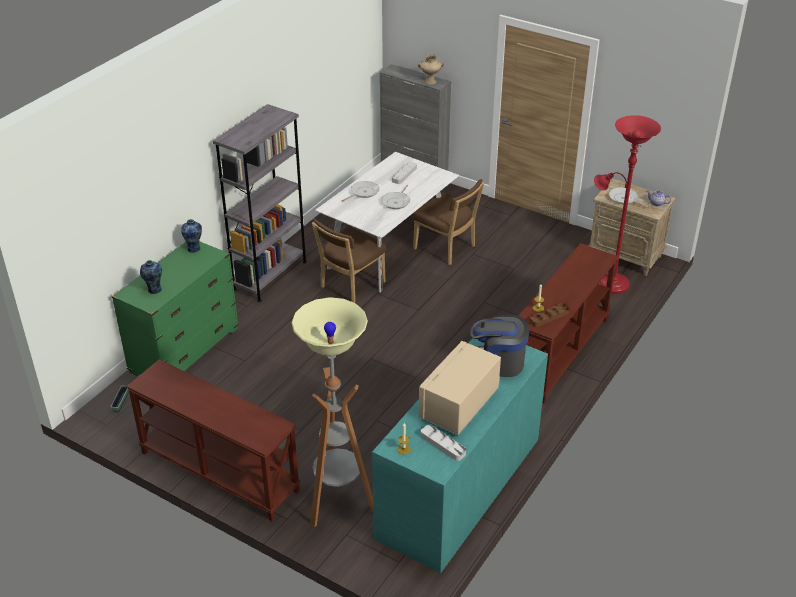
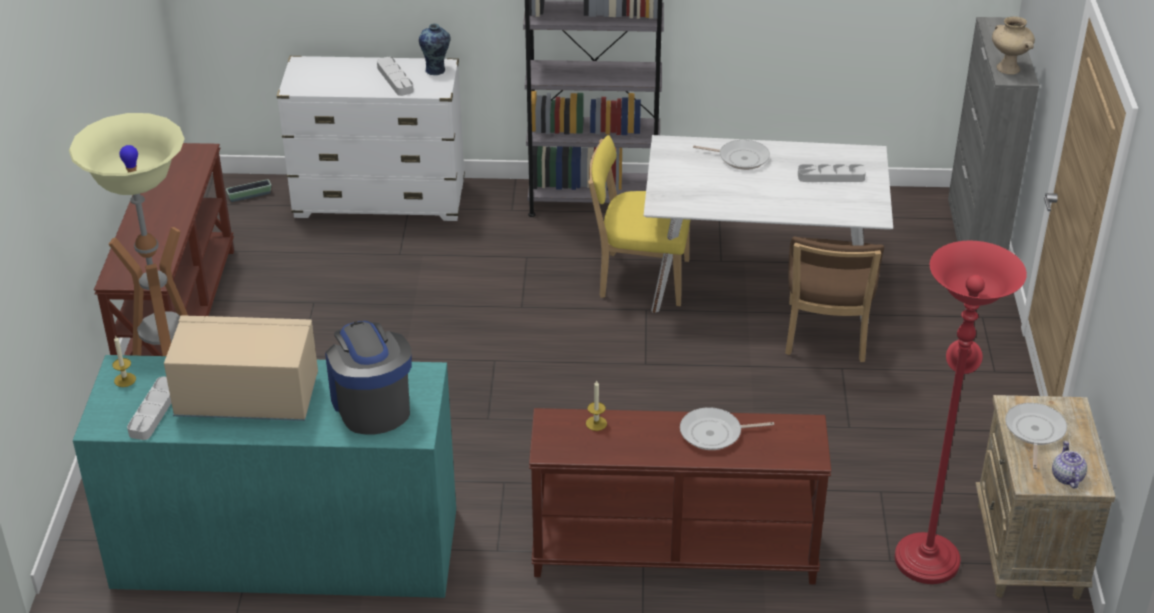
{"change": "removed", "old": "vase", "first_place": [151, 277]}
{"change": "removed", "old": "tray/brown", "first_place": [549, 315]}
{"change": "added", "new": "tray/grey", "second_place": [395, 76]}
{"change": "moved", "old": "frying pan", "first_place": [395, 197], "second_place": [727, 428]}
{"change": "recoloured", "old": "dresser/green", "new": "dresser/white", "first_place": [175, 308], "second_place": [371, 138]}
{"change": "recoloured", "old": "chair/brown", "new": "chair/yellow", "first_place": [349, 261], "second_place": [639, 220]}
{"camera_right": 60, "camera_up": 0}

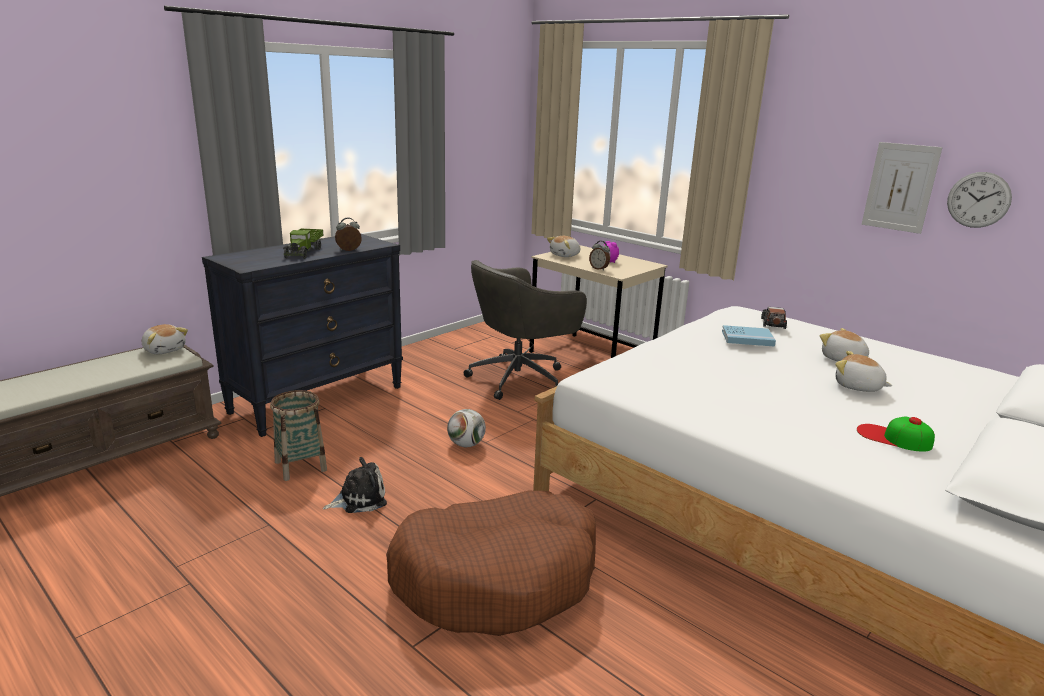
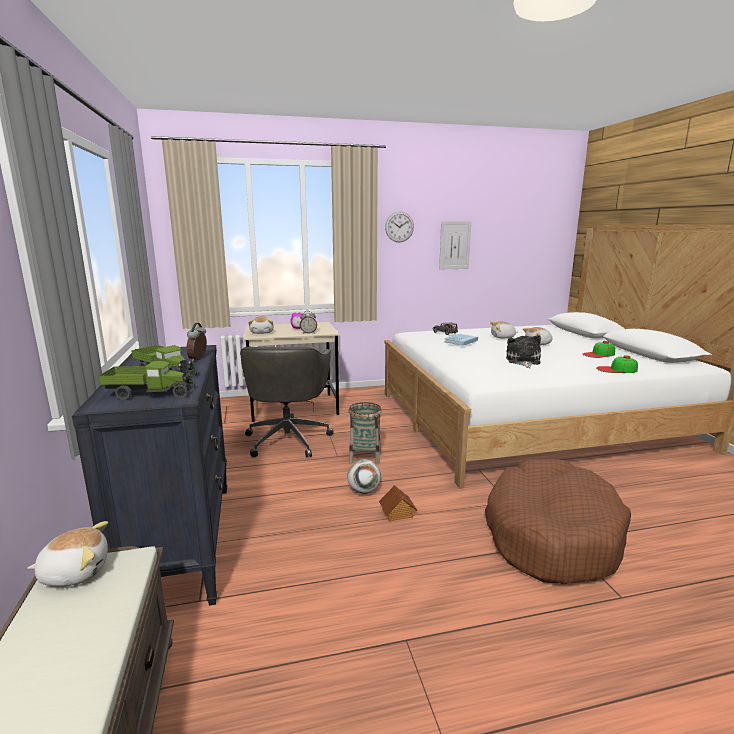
{"change": "added", "new": "toy truck", "second_place": [147, 380]}
{"change": "added", "new": "toy house", "second_place": [398, 503]}
{"change": "added", "new": "cap", "second_place": [617, 364]}
{"change": "moved", "old": "basket", "first_place": [298, 435], "second_place": [365, 433]}
{"change": "moved", "old": "plush toy", "first_place": [355, 485], "second_place": [523, 351]}
{"change": "moved", "old": "wall clock", "first_place": [979, 200], "second_place": [399, 227]}
{"camera_right": -55, "camera_up": -5}

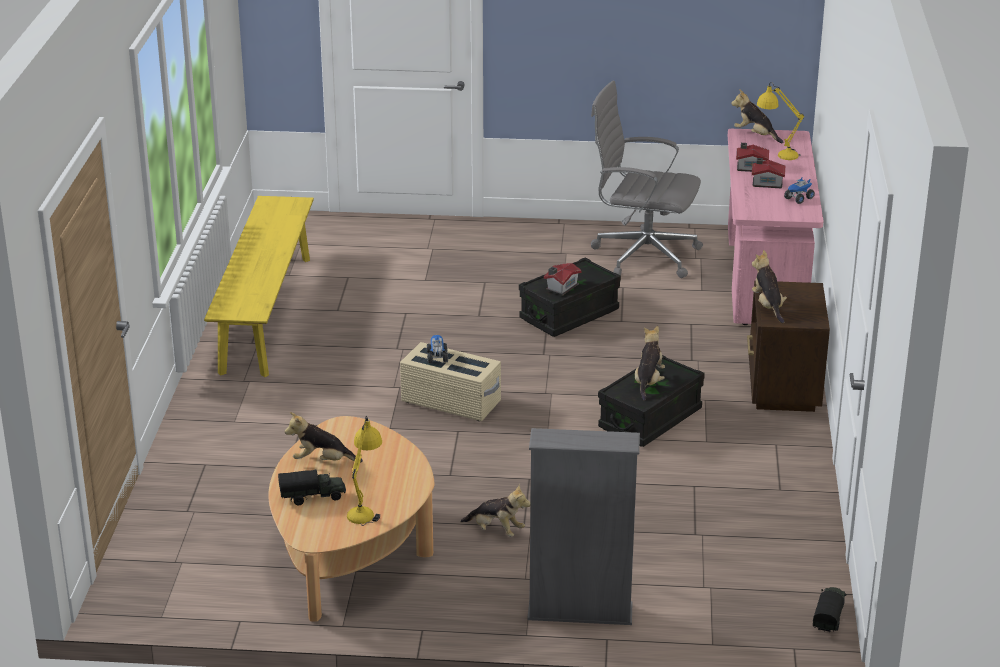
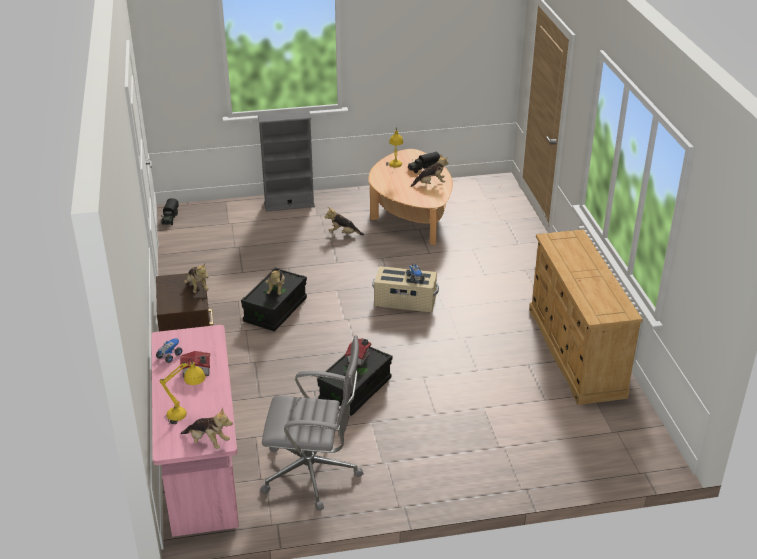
{"change": "removed", "old": "toy house", "first_place": [752, 157]}
{"change": "replaced", "old": "bench/yellow", "new": "dresser/beige", "first_place": [259, 286], "second_place": [586, 317]}
{"camera_right": 165, "camera_up": 5}

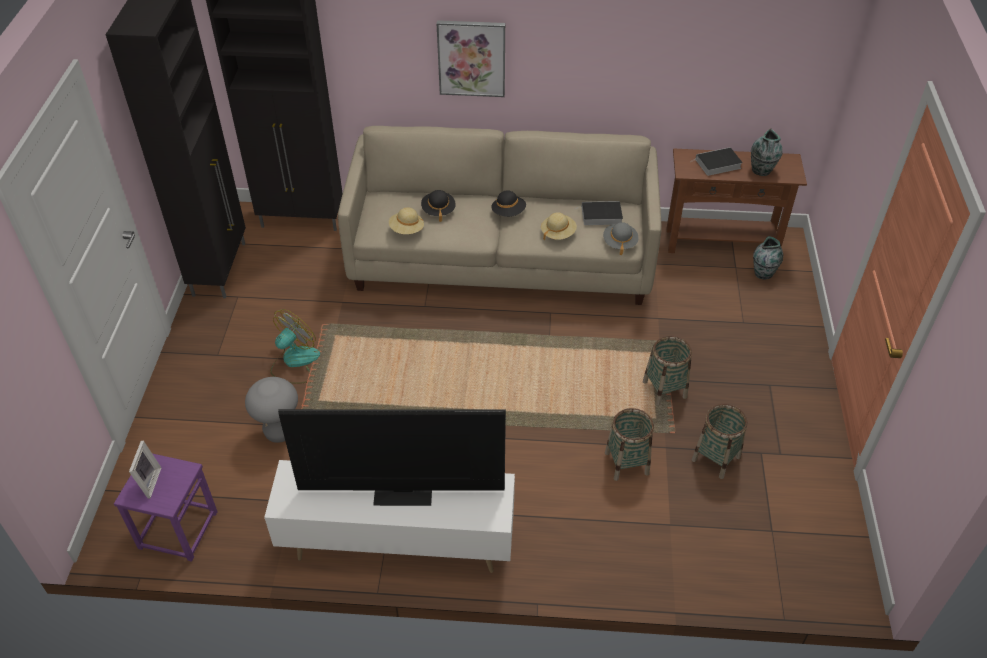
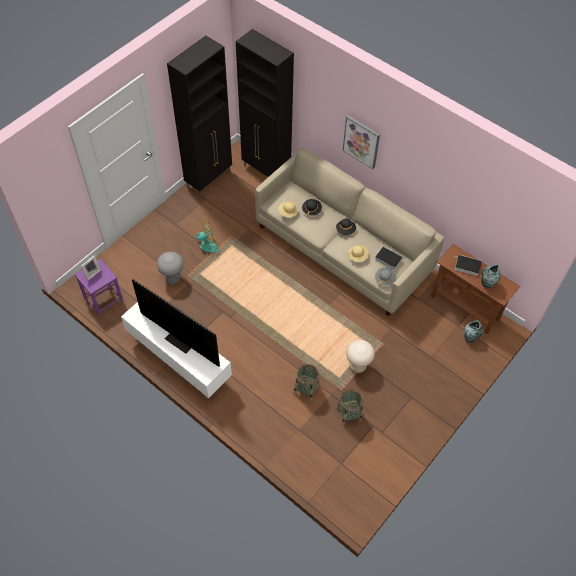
{"change": "replaced", "old": "basket", "new": "stool/beige", "first_place": [667, 371], "second_place": [360, 356]}
{"camera_right": 35, "camera_up": 10}

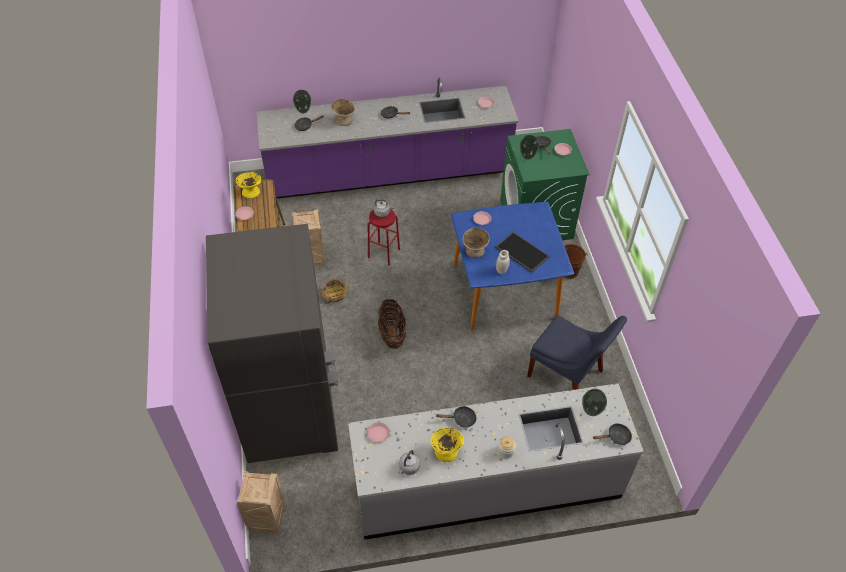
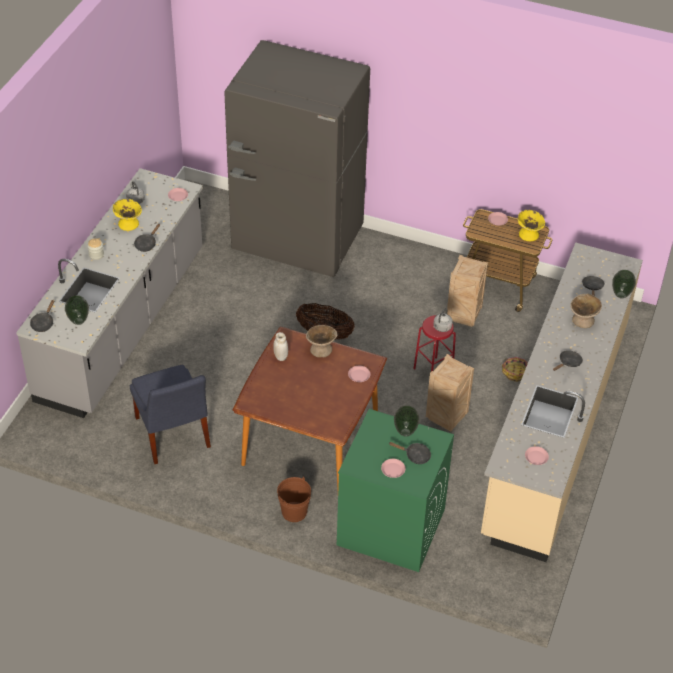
{"change": "removed", "old": "tray", "first_place": [522, 252]}
{"change": "moved", "old": "crate", "first_place": [261, 502], "second_place": [450, 393]}
{"change": "moved", "old": "basket", "first_place": [334, 291], "second_place": [515, 369]}
{"change": "recoloured", "old": "counter/purple", "new": "counter/beige", "first_place": [388, 138], "second_place": [562, 402]}
{"change": "recoloured", "old": "dining table/blue", "new": "dining table/brown", "first_place": [512, 266], "second_place": [310, 408]}
{"change": "turned", "old": "chair/blue", "first_place": [577, 352], "second_place": [170, 414], "degrees": -90}
{"camera_right": 120, "camera_up": -5}

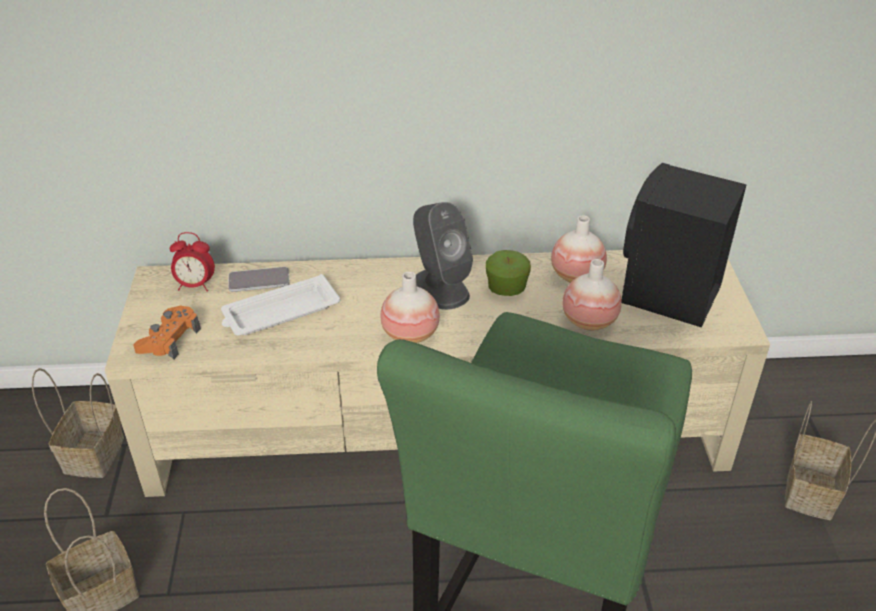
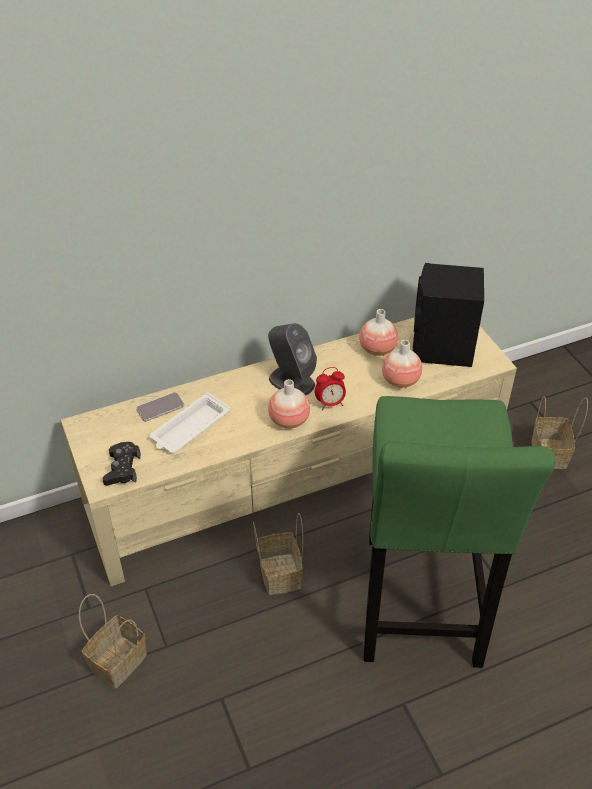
{"change": "removed", "old": "apple", "first_place": [508, 273]}
{"change": "moved", "old": "basket", "first_place": [78, 423], "second_place": [278, 554]}
{"change": "moved", "old": "alarm clock", "first_place": [192, 262], "second_place": [330, 388]}
{"change": "recoloured", "old": "game controller/orange", "new": "game controller/black", "first_place": [167, 332], "second_place": [122, 463]}
{"camera_right": -20, "camera_up": 5}

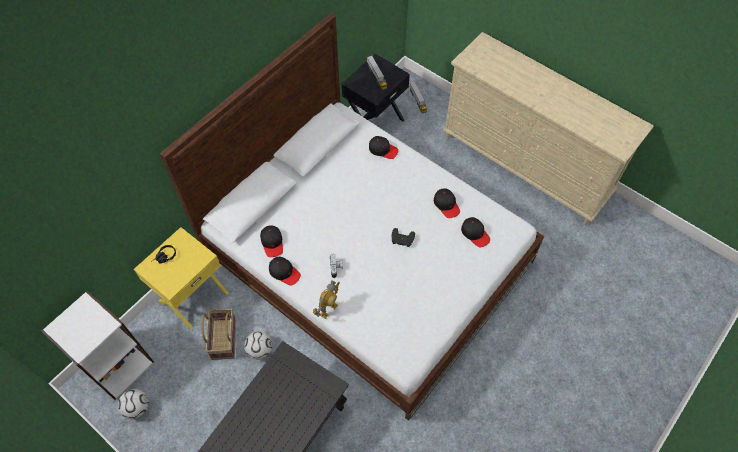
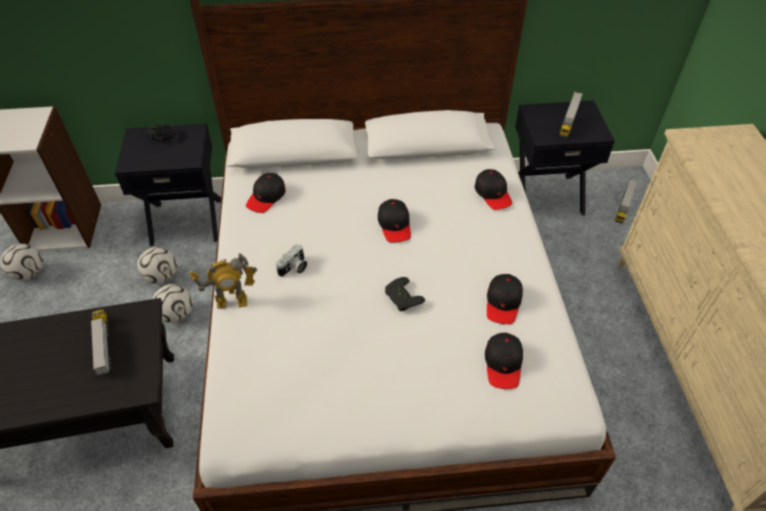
{"change": "added", "new": "toy truck", "second_place": [101, 342]}
{"change": "moved", "old": "cap/black", "first_place": [285, 271], "second_place": [394, 220]}
{"change": "replaced", "old": "basket", "new": "football", "first_place": [218, 334], "second_place": [157, 265]}
{"change": "recoloured", "old": "nightstand/yellow", "new": "nightstand/black", "first_place": [181, 278], "second_place": [168, 185]}
{"camera_right": 45, "camera_up": -10}

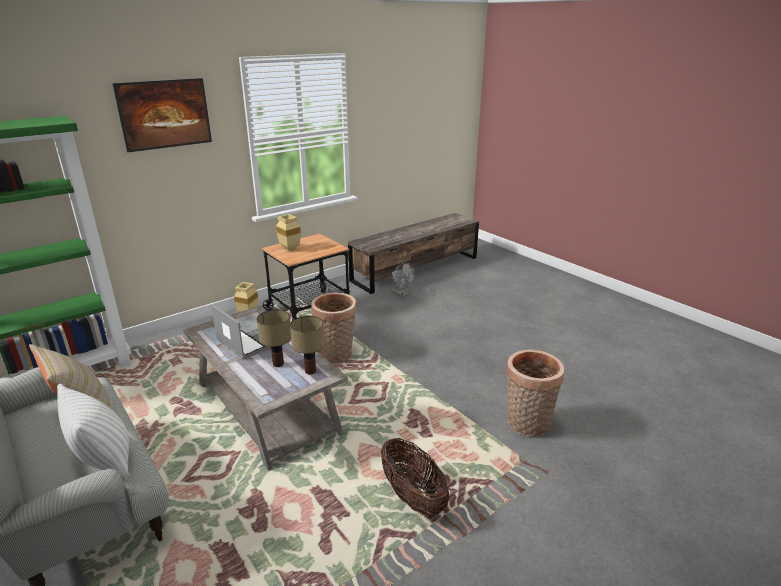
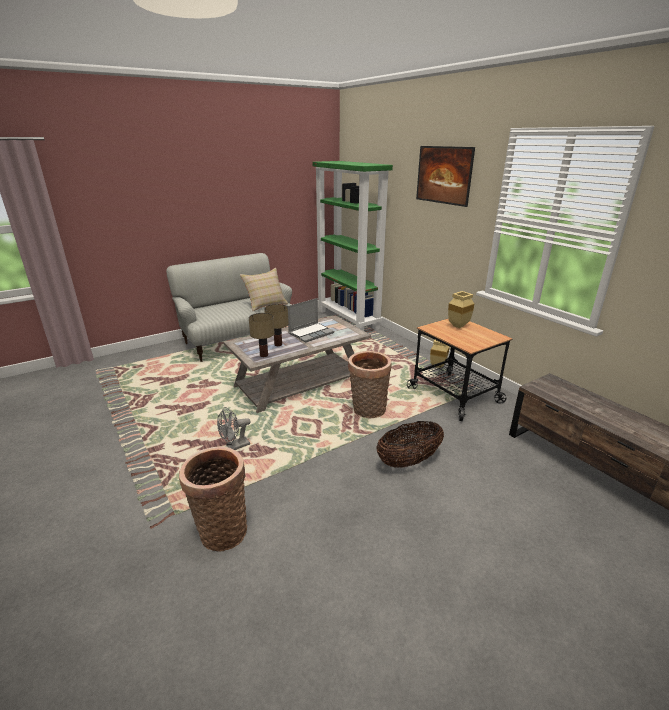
{"change": "removed", "old": "pillow/white", "first_place": [93, 431]}
{"change": "moved", "old": "basket", "first_place": [415, 477], "second_place": [410, 444]}
{"change": "moved", "old": "fan/grey", "first_place": [403, 280], "second_place": [234, 428]}
{"camera_right": 95, "camera_up": 0}

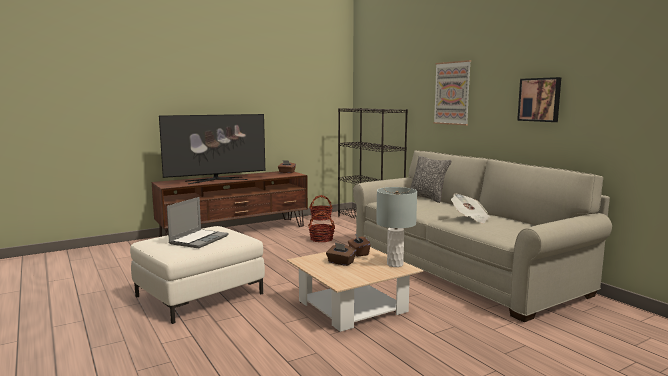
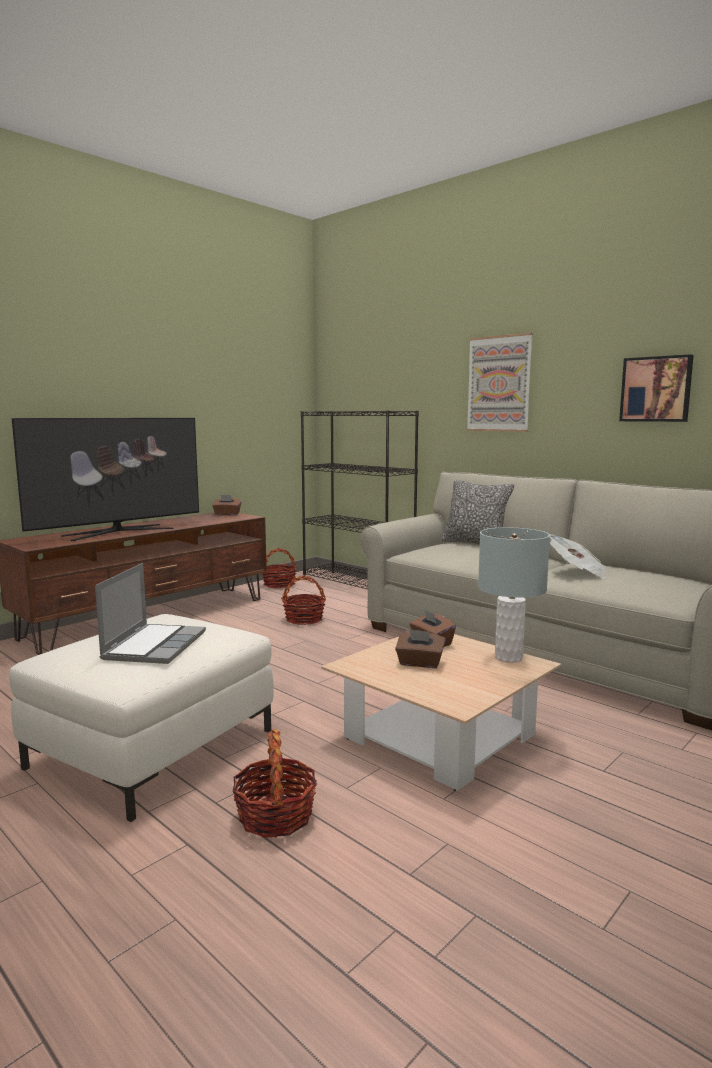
{"change": "added", "new": "basket", "second_place": [274, 783]}
{"camera_right": -15, "camera_up": 0}

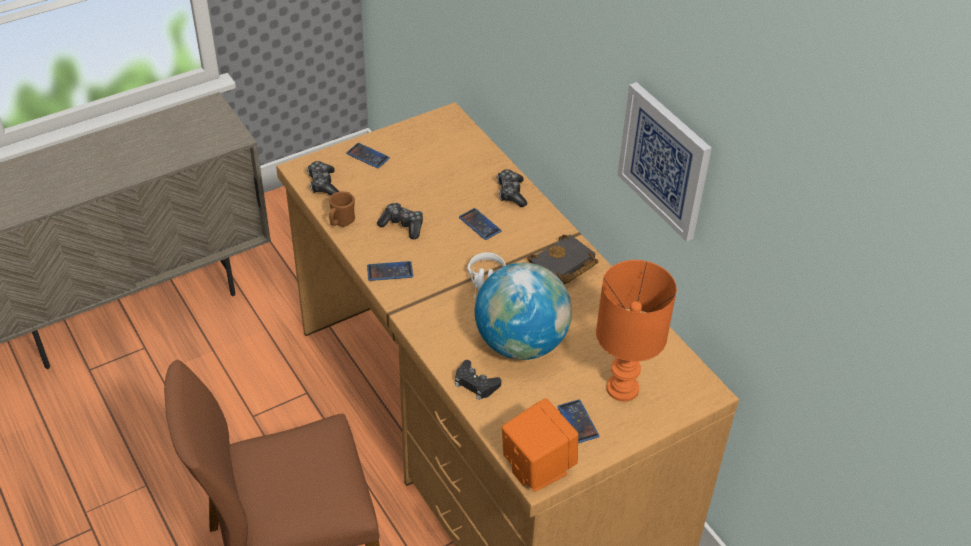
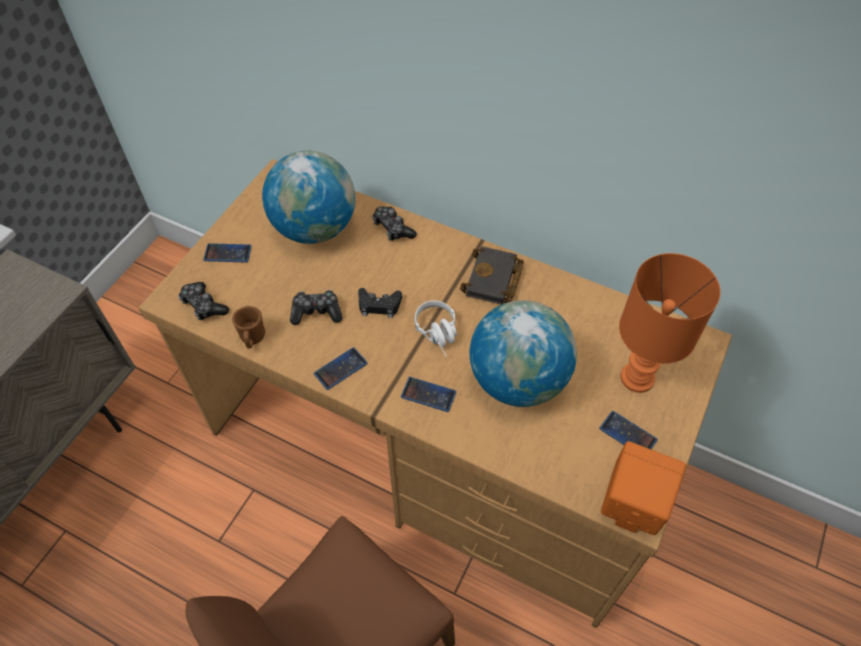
{"change": "removed", "old": "picture", "first_place": [664, 162]}
{"change": "added", "new": "globe", "second_place": [308, 197]}
{"change": "moved", "old": "game controller/black", "first_place": [478, 380], "second_place": [380, 303]}
{"change": "moved", "old": "phone", "first_place": [480, 224], "second_place": [428, 394]}
{"camera_right": -30, "camera_up": 10}

